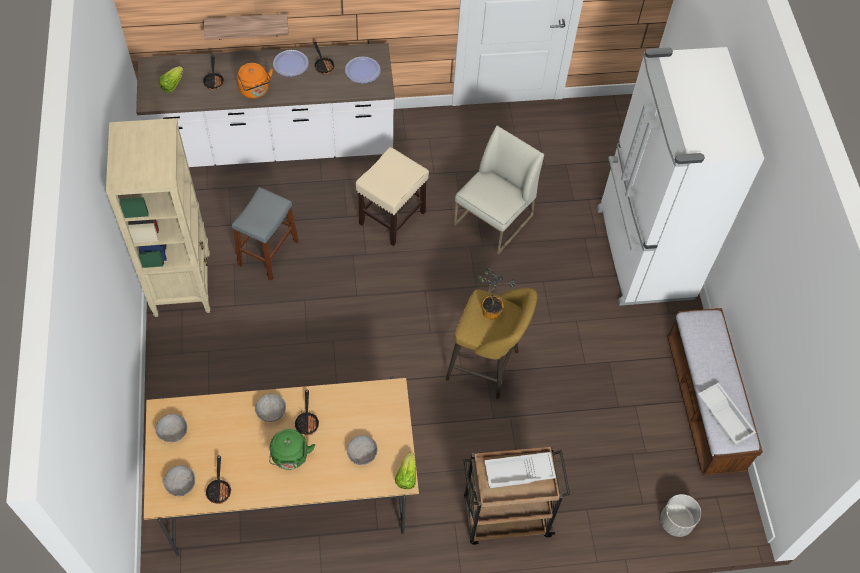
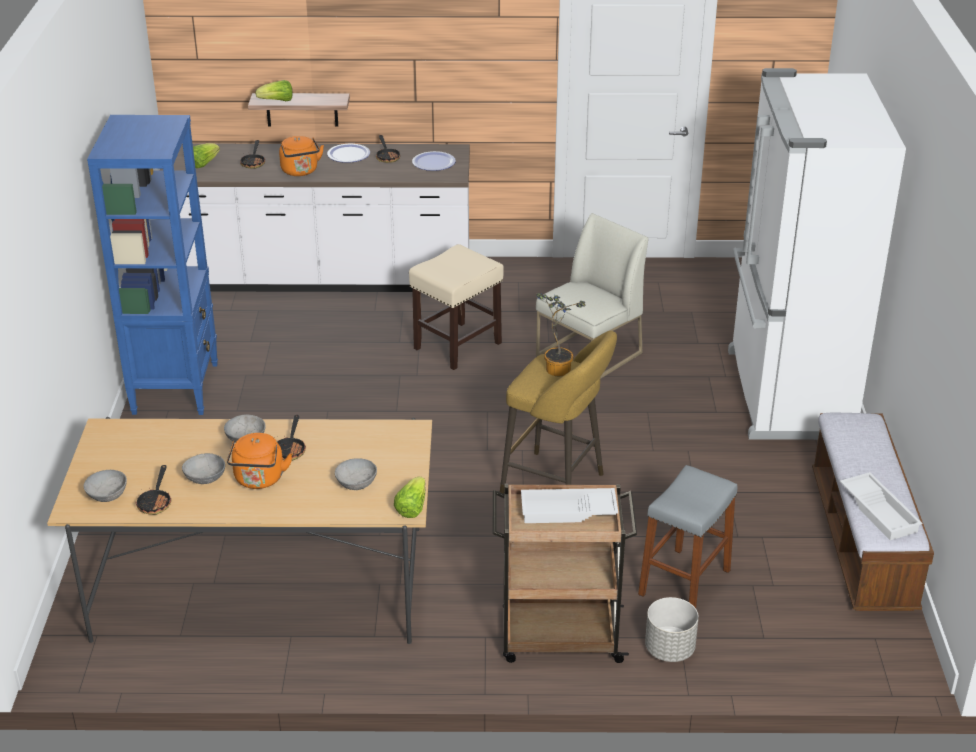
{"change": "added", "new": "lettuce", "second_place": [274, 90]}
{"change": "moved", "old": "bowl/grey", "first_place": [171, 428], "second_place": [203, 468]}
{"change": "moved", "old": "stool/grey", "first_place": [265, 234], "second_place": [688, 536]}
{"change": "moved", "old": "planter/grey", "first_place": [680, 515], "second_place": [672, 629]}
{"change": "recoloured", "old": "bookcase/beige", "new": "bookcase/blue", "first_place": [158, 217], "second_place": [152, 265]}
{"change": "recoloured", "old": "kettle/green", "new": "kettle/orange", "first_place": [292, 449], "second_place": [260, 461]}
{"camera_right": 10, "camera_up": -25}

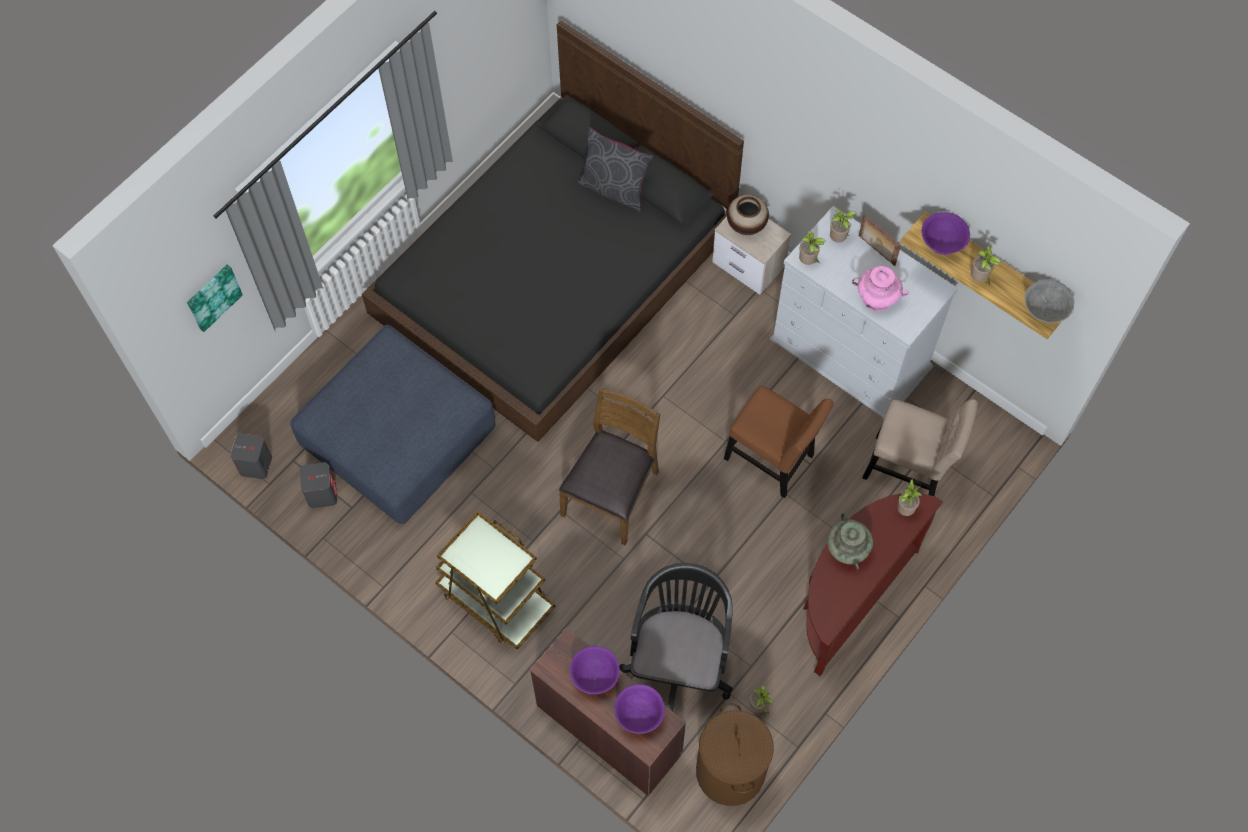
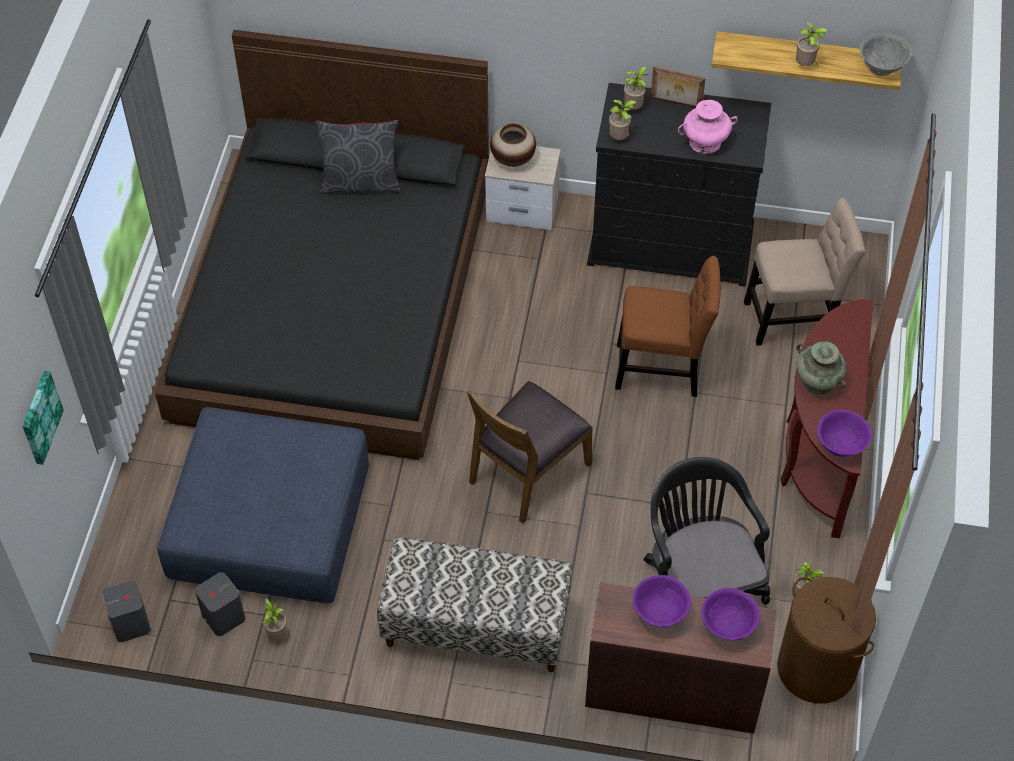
{"change": "moved", "old": "potted plant", "first_place": [910, 497], "second_place": [274, 619]}
{"change": "moved", "old": "bowl/purple", "first_place": [945, 233], "second_place": [844, 433]}
{"change": "replaced", "old": "cart/brown", "new": "bench", "first_place": [495, 580], "second_place": [474, 604]}
{"change": "recoloured", "old": "dresser/white", "new": "dresser/black", "first_place": [864, 312], "second_place": [679, 185]}
{"change": "turned", "old": "chair/brown", "first_place": [609, 466], "second_place": [530, 452], "degrees": -135}
{"camera_right": -30, "camera_up": -10}

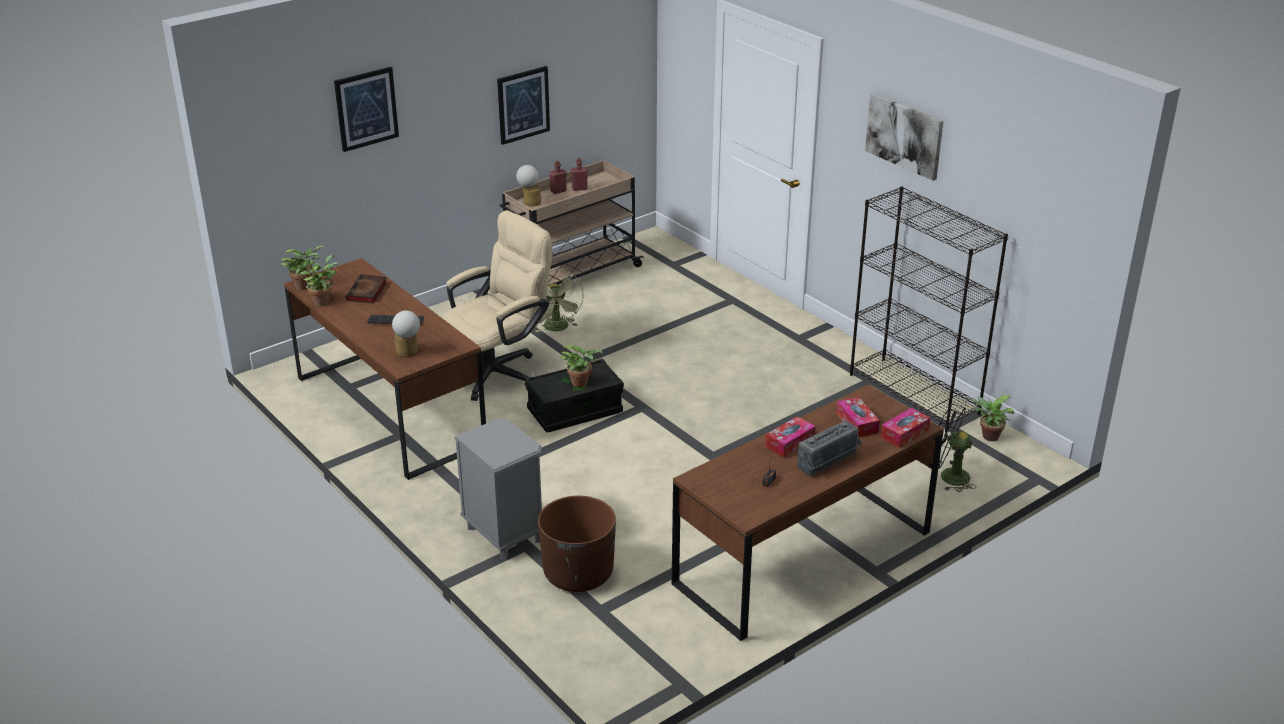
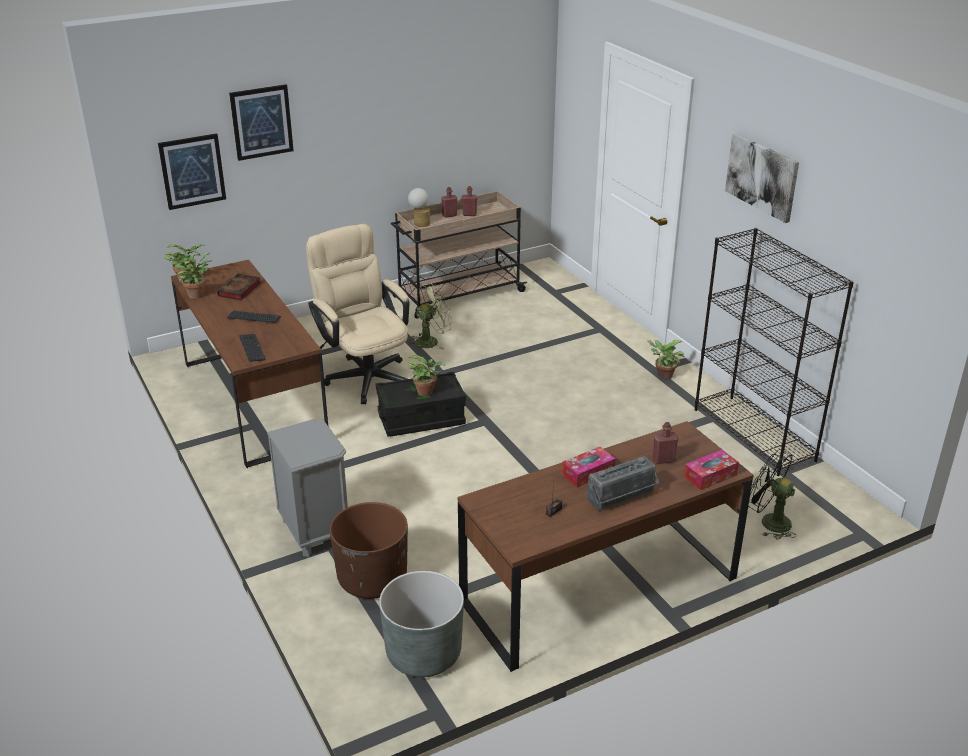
{"change": "added", "new": "planter/grey", "second_place": [421, 624]}
{"change": "moved", "old": "picture", "first_place": [523, 105], "second_place": [192, 171]}
{"change": "moved", "old": "potted plant", "first_place": [991, 418], "second_place": [666, 360]}
{"change": "replaced", "old": "table lamp", "new": "keyboard", "first_place": [406, 334], "second_place": [252, 348]}
{"change": "replaced", "old": "tissue box", "new": "bottle/red", "first_place": [858, 417], "second_place": [665, 443]}
{"change": "turned", "old": "office chair/beige", "first_place": [497, 305], "second_place": [357, 314], "degrees": -90}
{"change": "turned", "old": "fan/green", "first_place": [559, 300], "second_place": [430, 316], "degrees": -120}
{"camera_right": 10, "camera_up": 0}

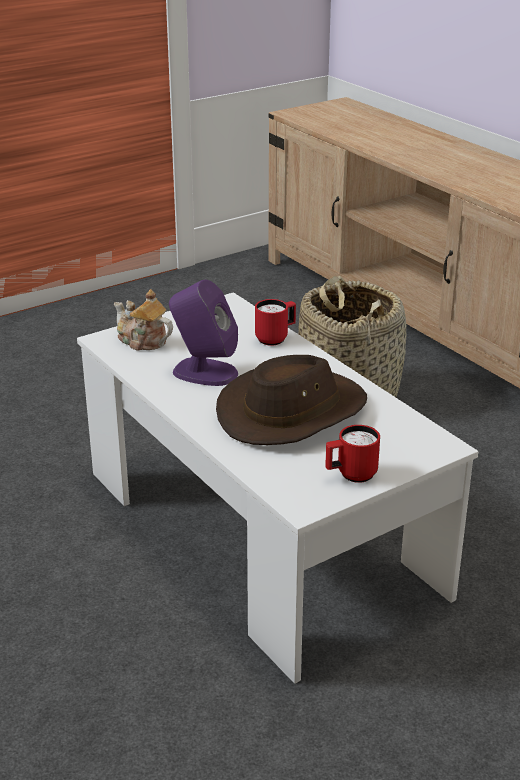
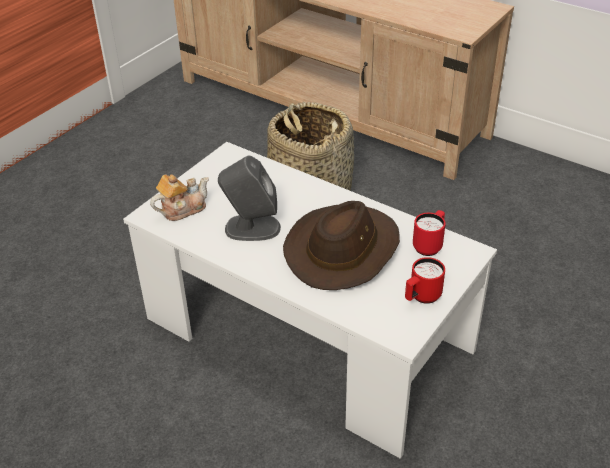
{"change": "moved", "old": "mug/red", "first_place": [275, 322], "second_place": [429, 233]}
{"change": "recoloured", "old": "speaker/purple", "new": "speaker/grey", "first_place": [203, 333], "second_place": [249, 198]}
{"change": "turned", "old": "teapot", "first_place": [143, 320], "second_place": [179, 197], "degrees": 135}
{"camera_right": -20, "camera_up": 10}

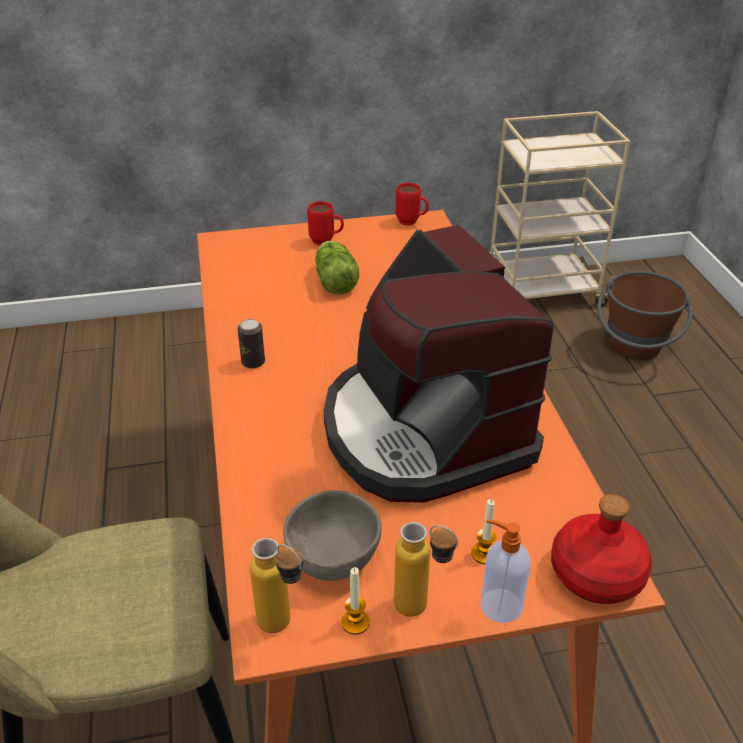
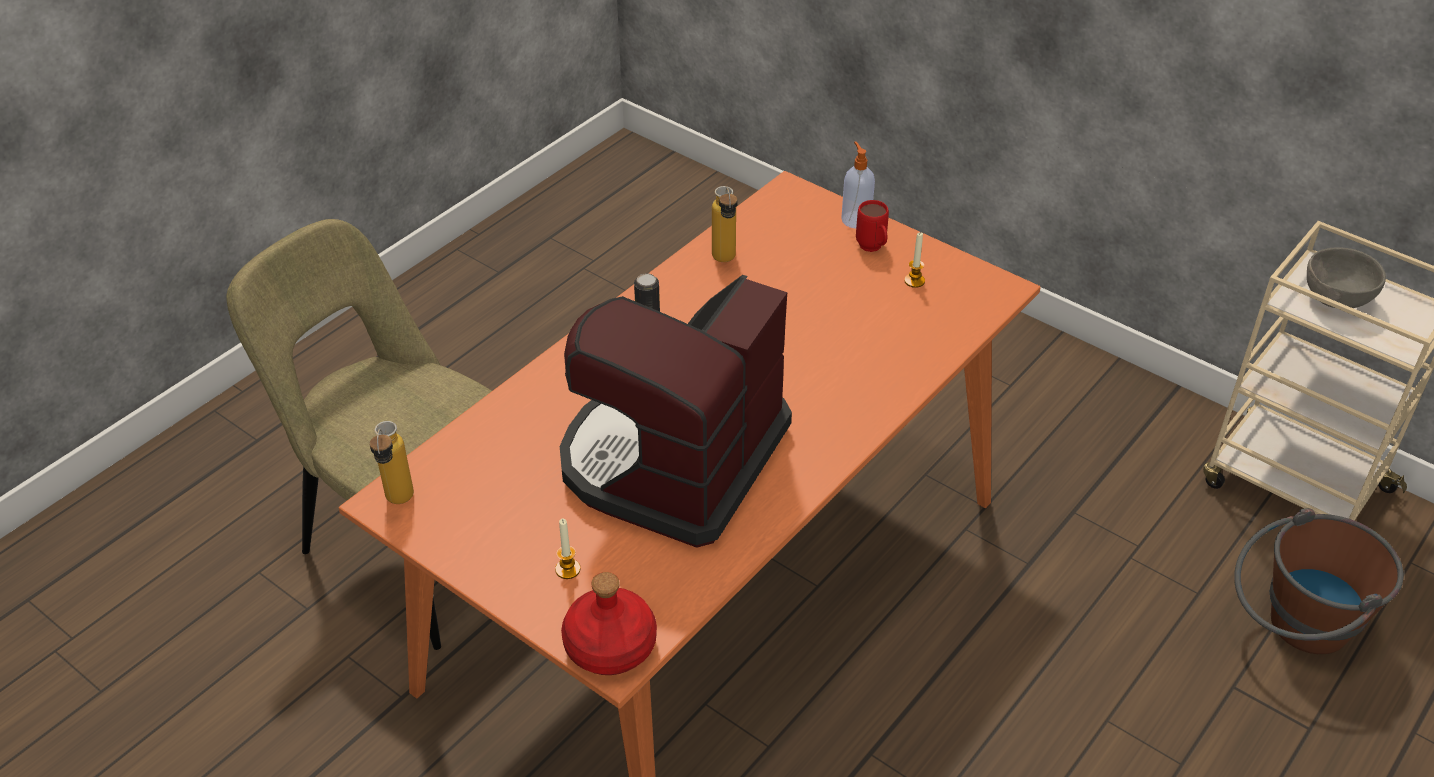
{"change": "removed", "old": "lettuce", "first_place": [337, 268]}
{"change": "removed", "old": "mug/red", "first_place": [412, 204]}
{"change": "moved", "old": "bowl/grey", "first_place": [332, 535], "second_place": [1346, 278]}
{"change": "moved", "old": "candle", "first_place": [355, 601], "second_place": [914, 260]}
{"change": "moved", "old": "bottle", "first_place": [426, 569], "second_place": [724, 224]}
{"change": "moved", "old": "soap dispenser", "first_place": [505, 571], "second_place": [858, 185]}
{"camera_right": 50, "camera_up": 5}

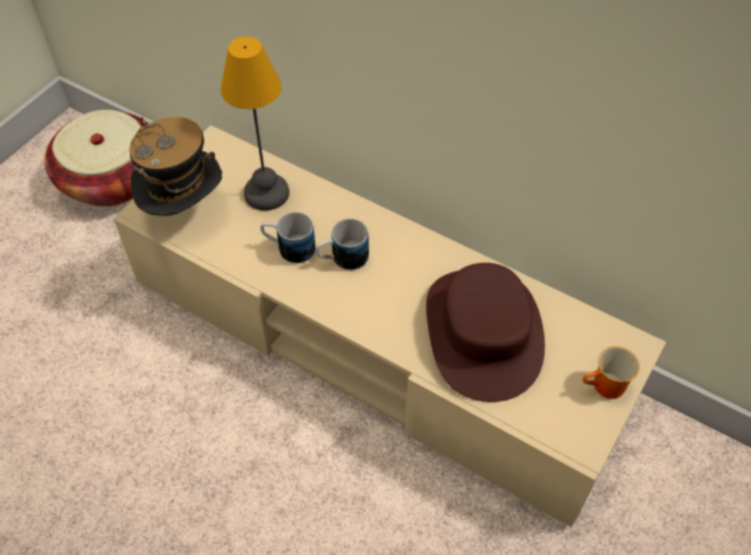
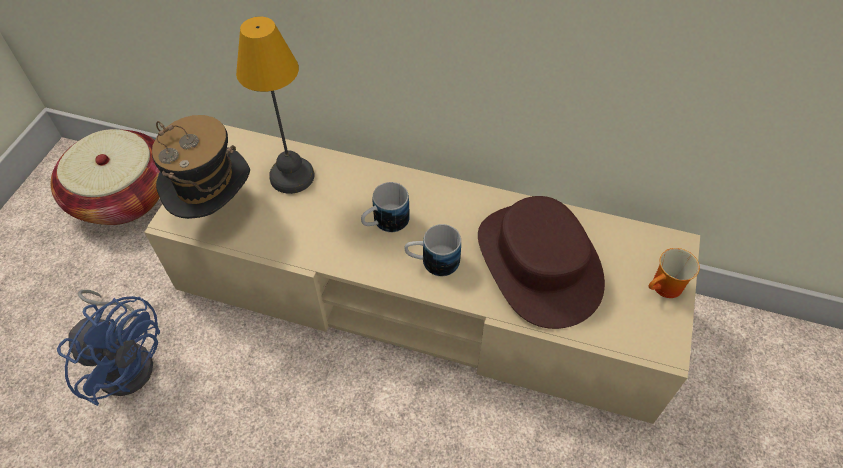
{"change": "added", "new": "fan/blue", "second_place": [108, 348]}
{"change": "moved", "old": "mug", "first_place": [288, 237], "second_place": [432, 250]}
{"camera_right": -15, "camera_up": 0}

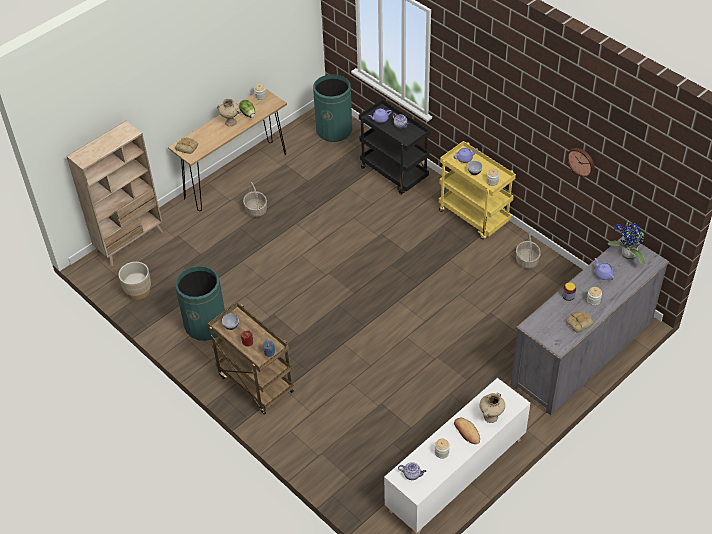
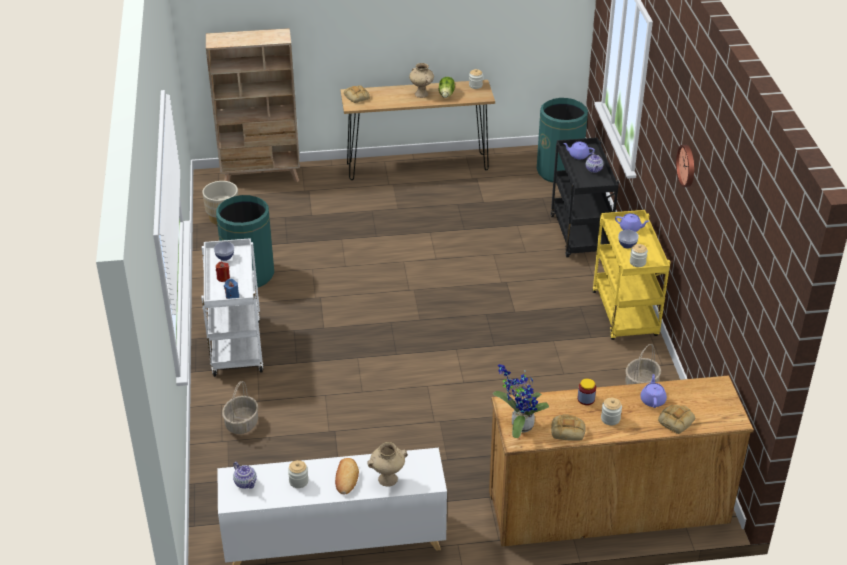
{"change": "added", "new": "bread", "second_place": [676, 419]}
{"change": "moved", "old": "basket", "first_place": [255, 199], "second_place": [240, 407]}
{"change": "moved", "old": "wall clock", "first_place": [580, 162], "second_place": [685, 166]}
{"change": "moved", "old": "potted plant", "first_place": [626, 242], "second_place": [521, 401]}
{"change": "recoloured", "old": "cart/brown", "new": "cart/white", "first_place": [251, 358], "second_place": [232, 307]}
{"change": "recoloured", "old": "dresser/grey", "new": "dresser/brown", "first_place": [589, 325], "second_place": [621, 460]}
{"camera_right": 35, "camera_up": -10}

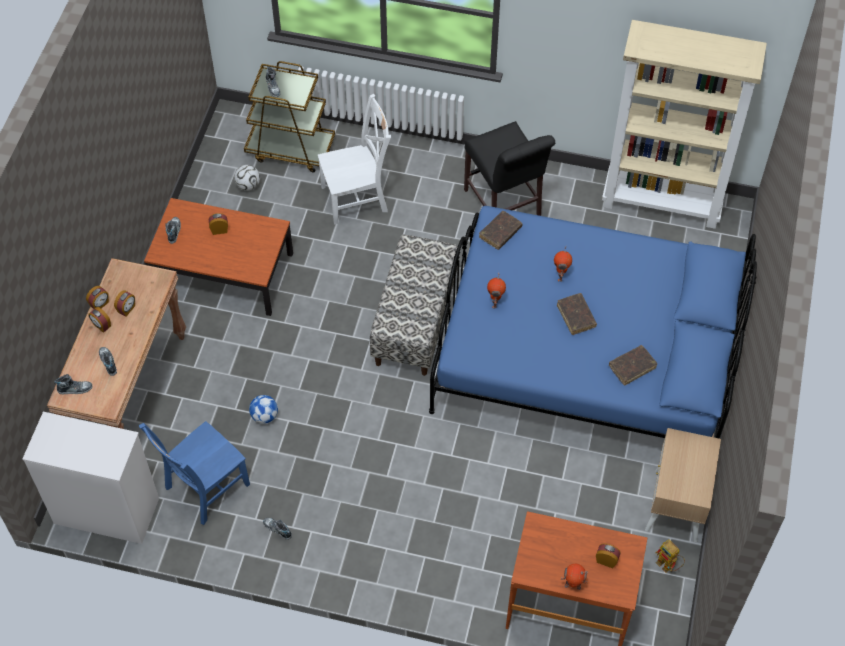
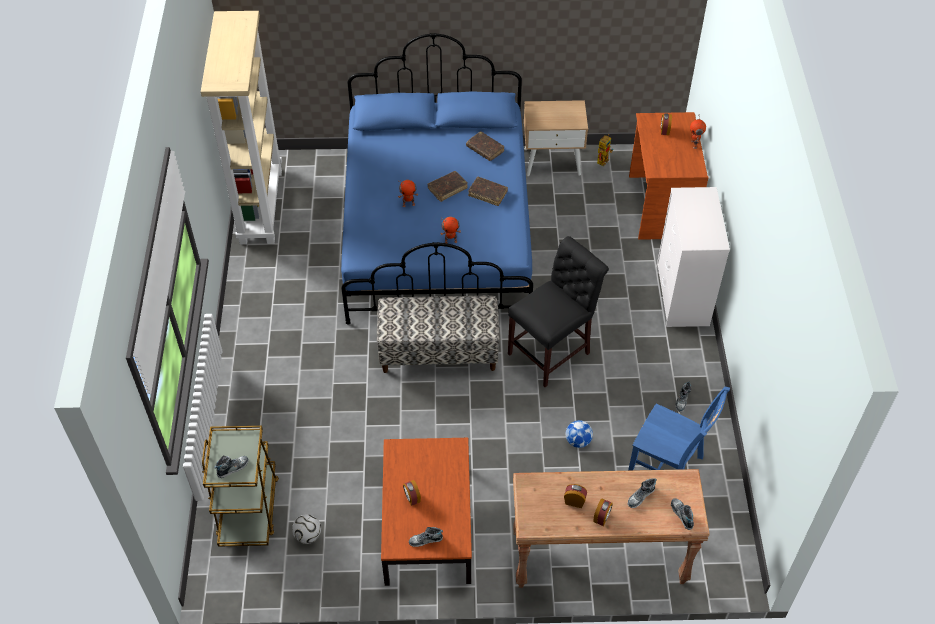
{"change": "removed", "old": "alarm clock", "first_place": [97, 297]}
{"change": "removed", "old": "chair/white", "first_place": [354, 159]}
{"change": "moved", "old": "dresser/white", "first_place": [90, 478], "second_place": [693, 257]}
{"change": "moved", "old": "chair/black", "first_place": [509, 168], "second_place": [558, 311]}
{"change": "moved", "old": "book/brown", "first_place": [501, 230], "second_place": [488, 191]}
{"camera_right": -105, "camera_up": -5}

